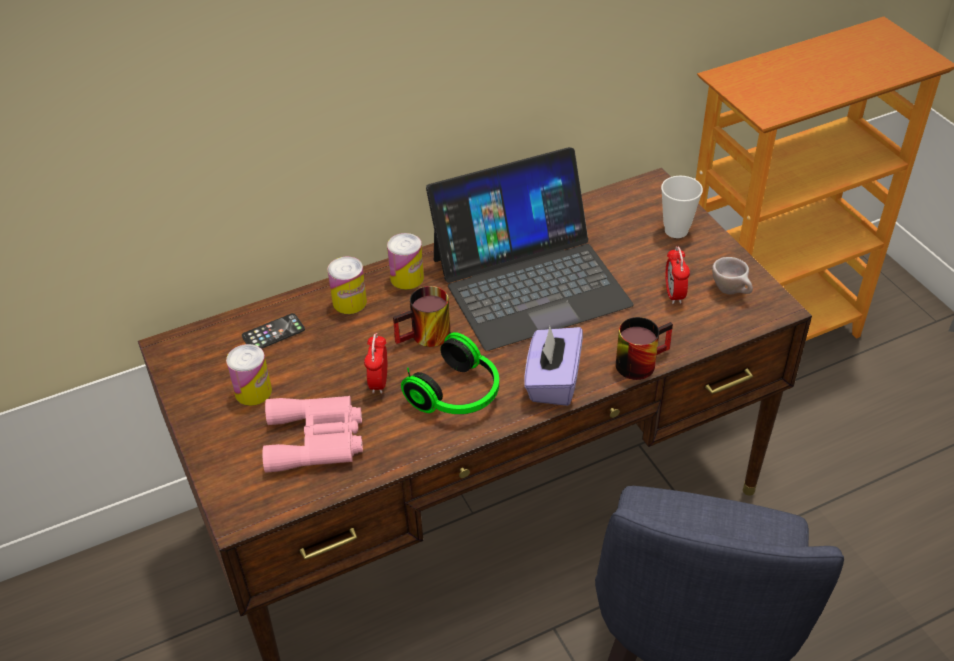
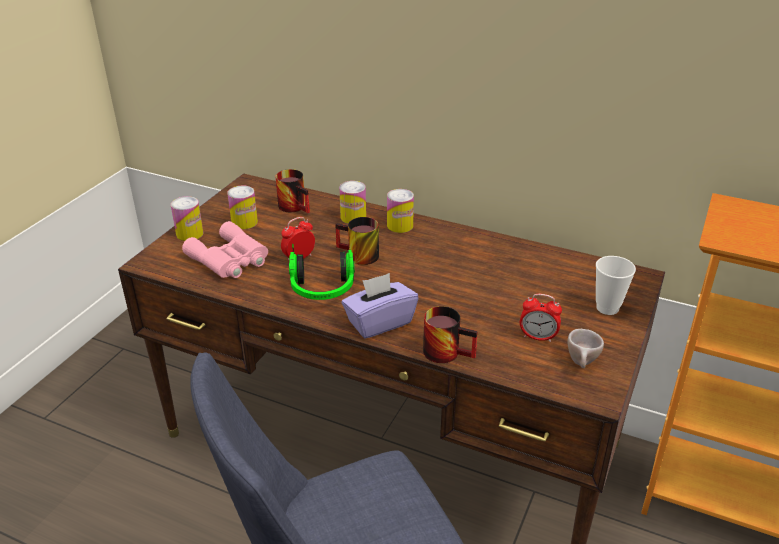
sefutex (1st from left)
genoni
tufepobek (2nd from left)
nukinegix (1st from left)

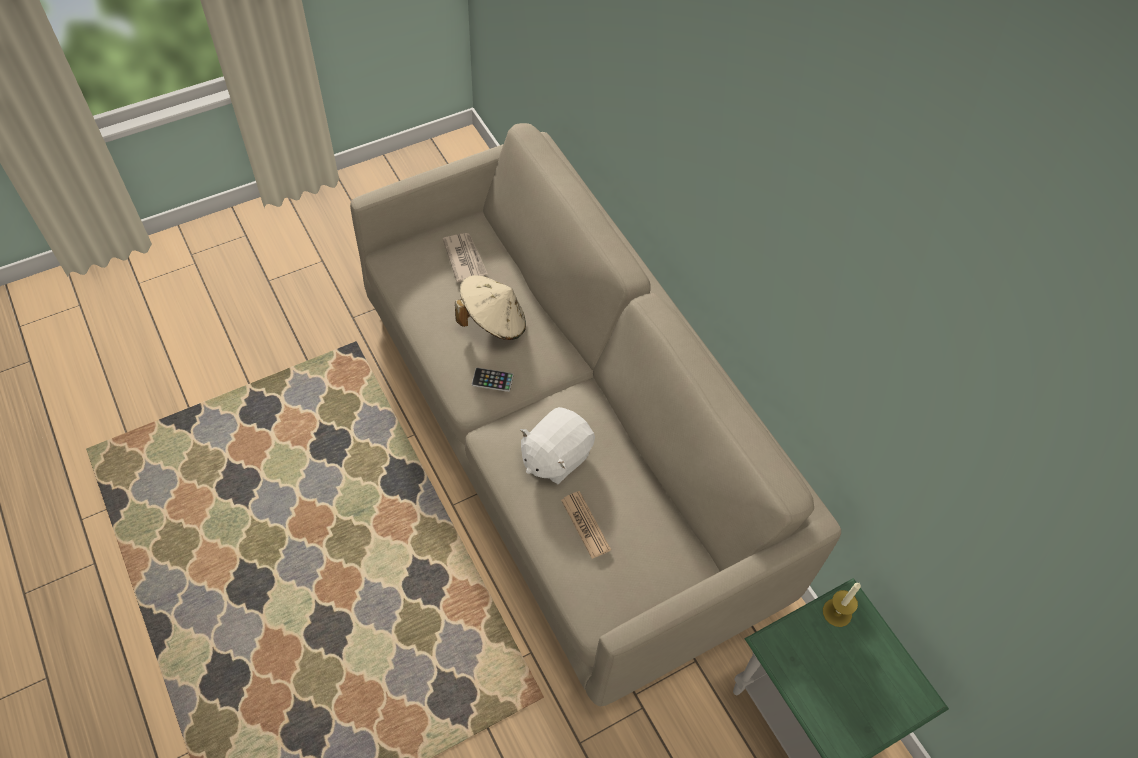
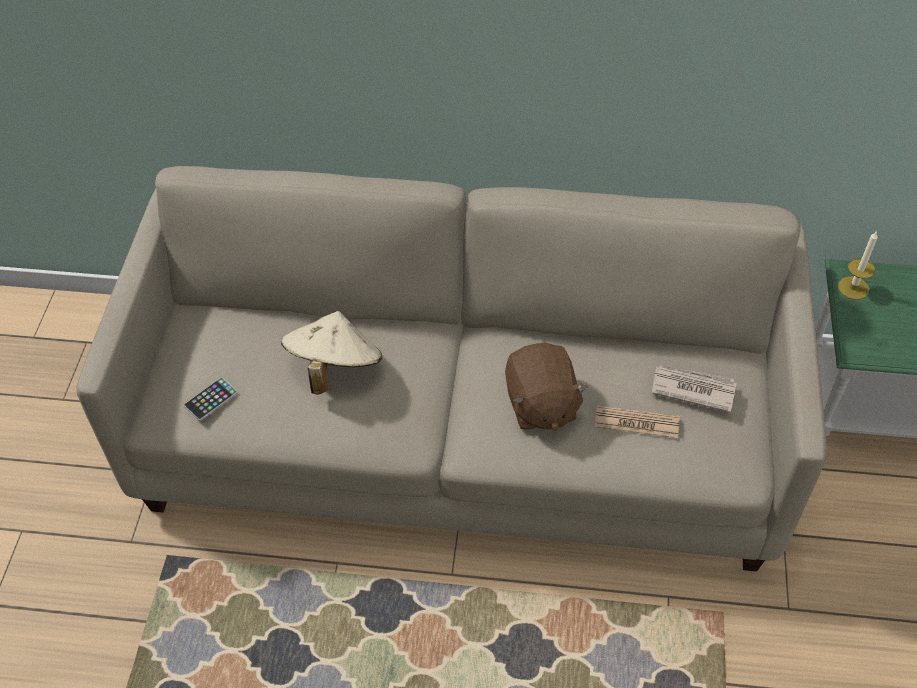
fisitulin (2nd from left)
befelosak
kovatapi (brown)

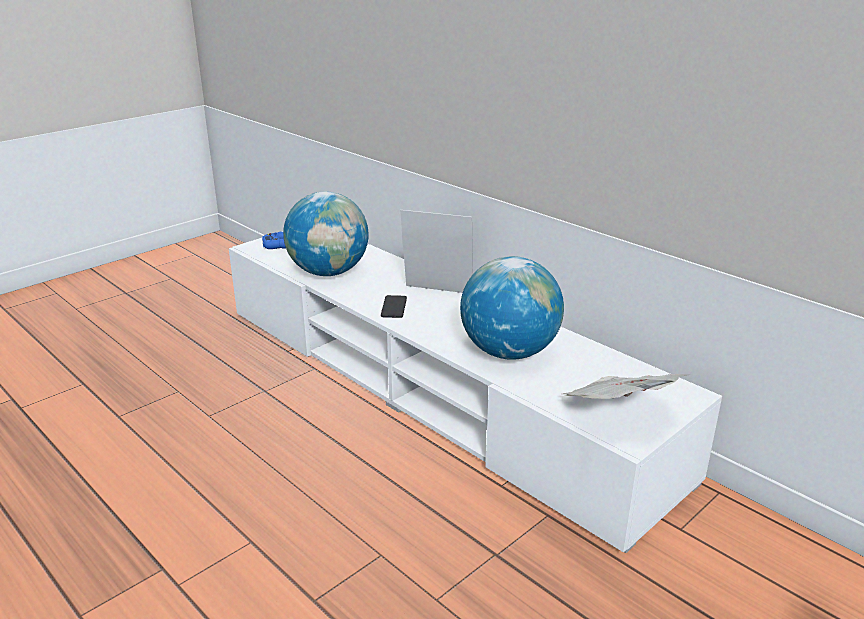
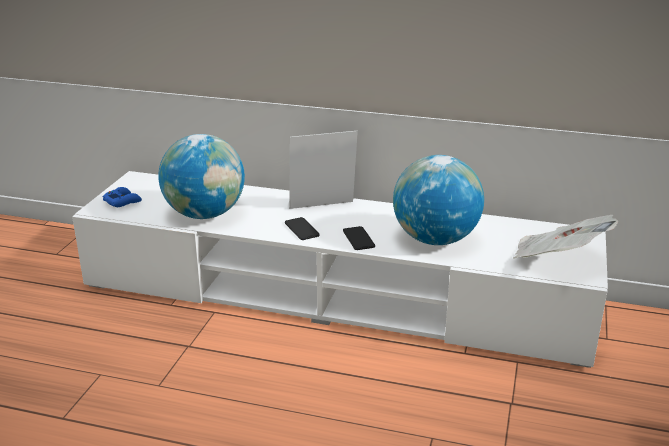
befelosak (2nd from left)

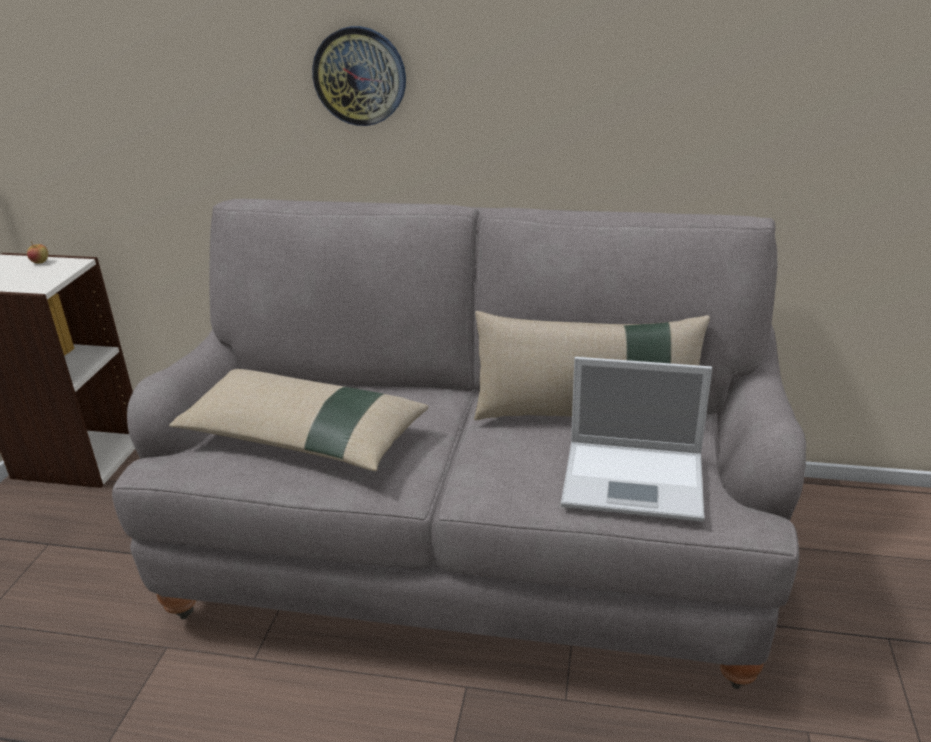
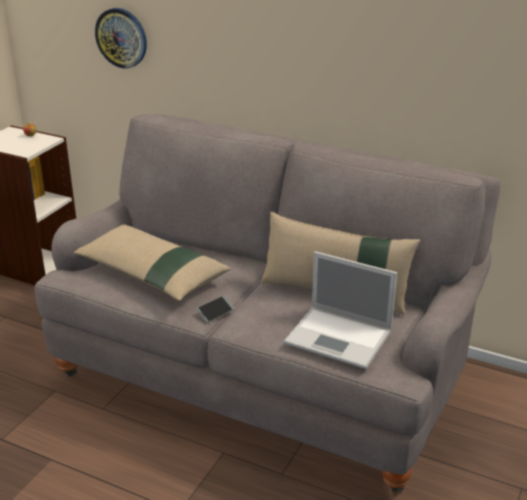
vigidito
befelosak

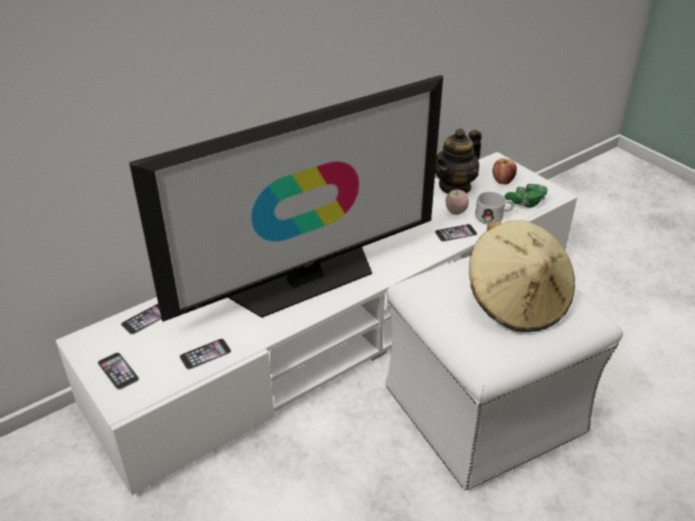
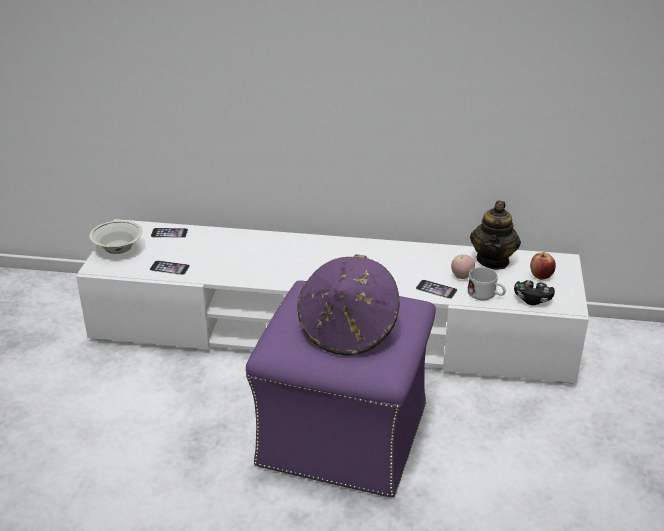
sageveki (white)
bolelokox
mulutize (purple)
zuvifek
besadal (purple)
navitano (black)

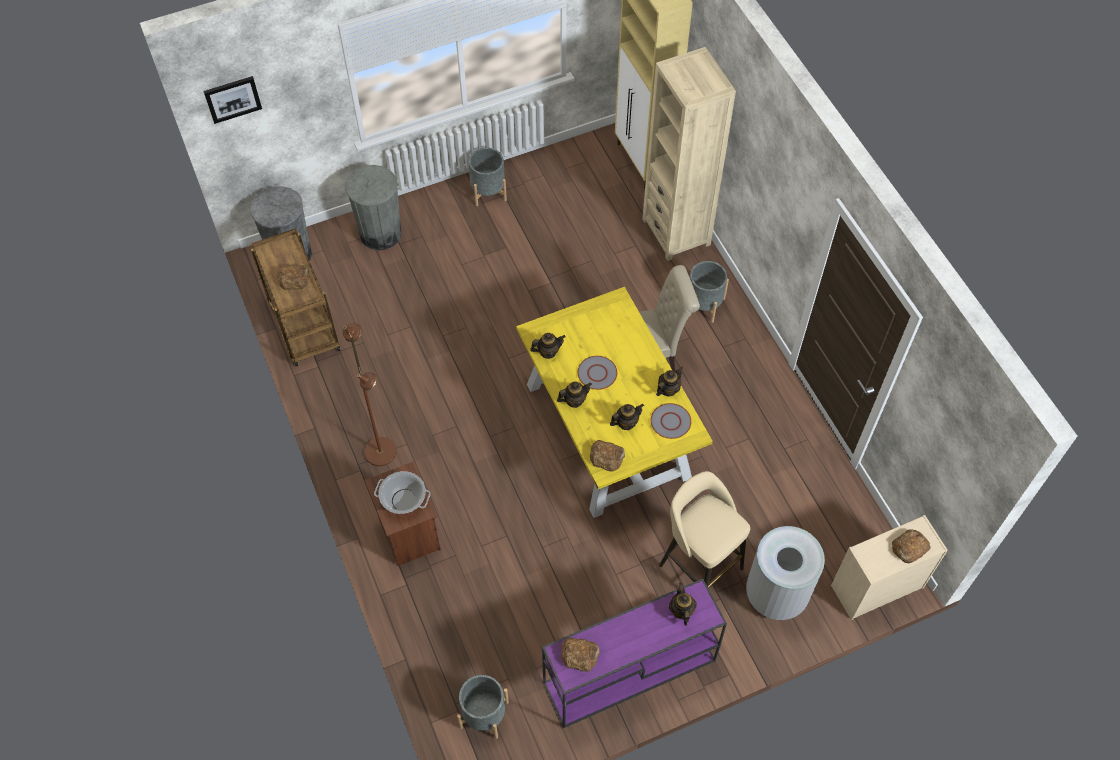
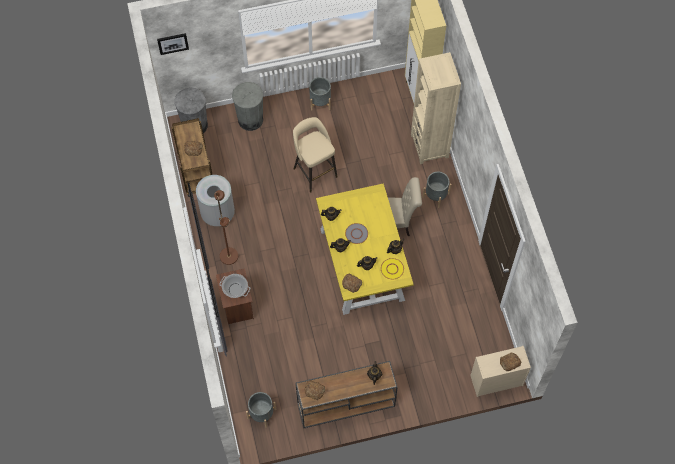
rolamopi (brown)
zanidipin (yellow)
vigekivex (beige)
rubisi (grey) (2nd from left)

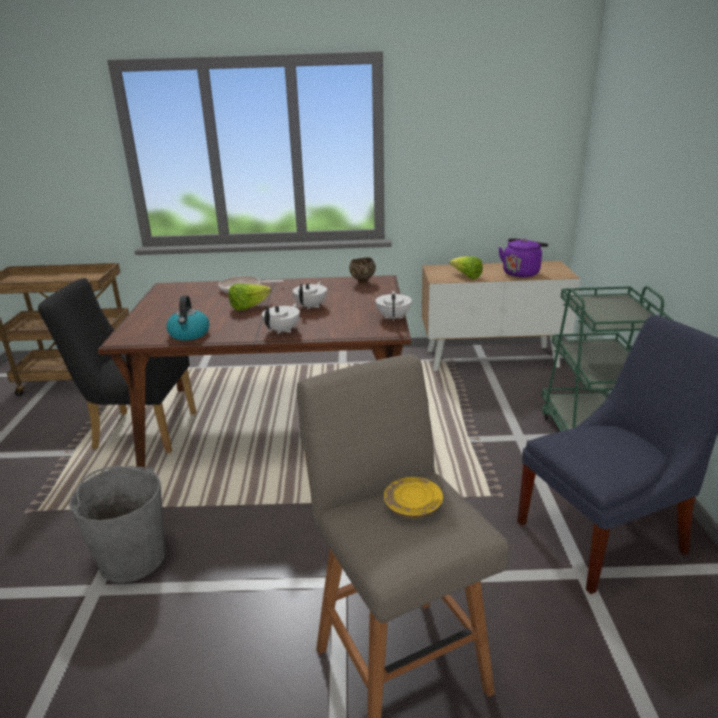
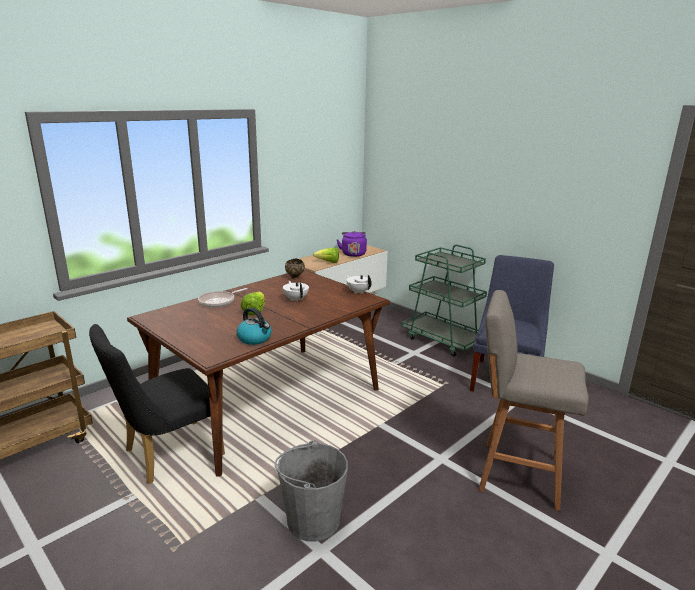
zuvifek (white) (1st from left in the first image)
zanidipin (yellow)

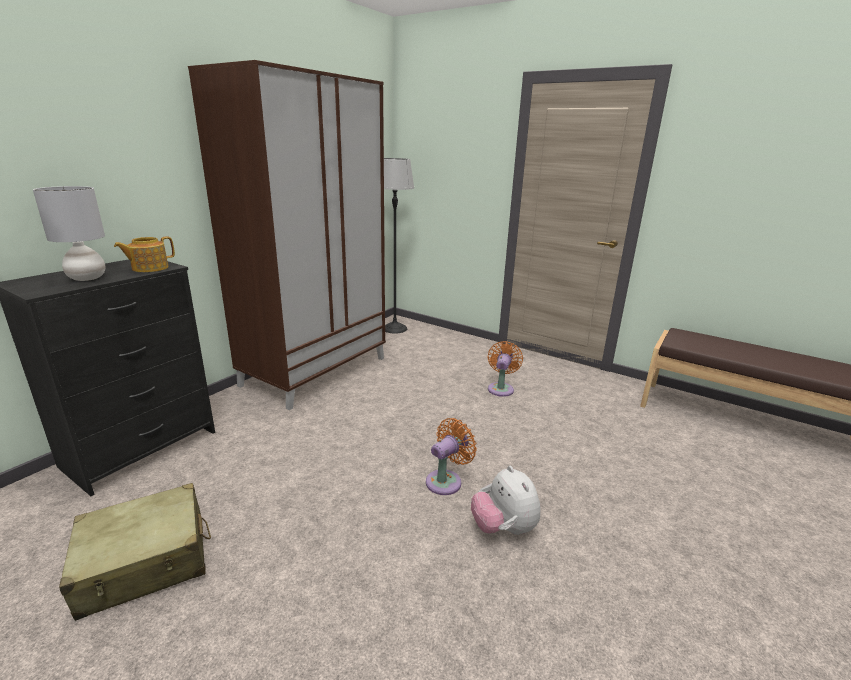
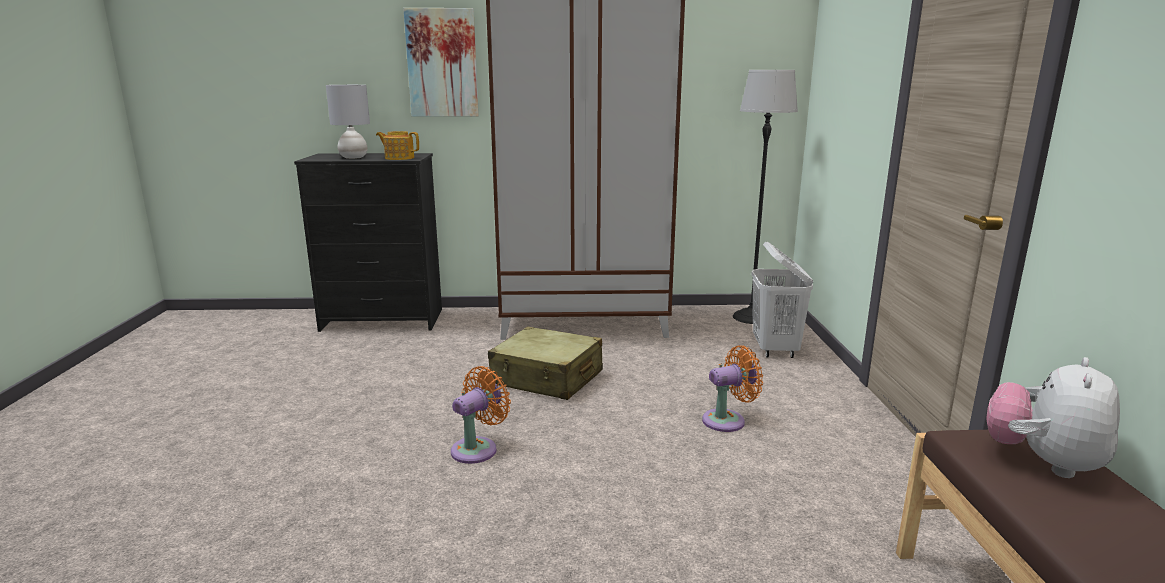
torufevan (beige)
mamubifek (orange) (1st from left)
kovatapi
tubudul
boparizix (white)

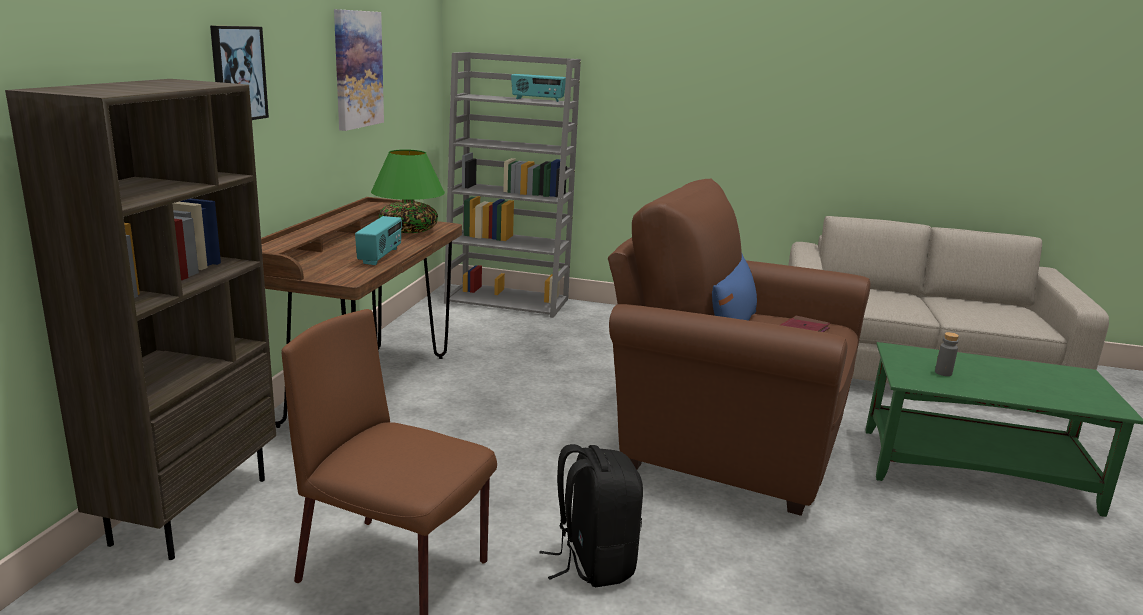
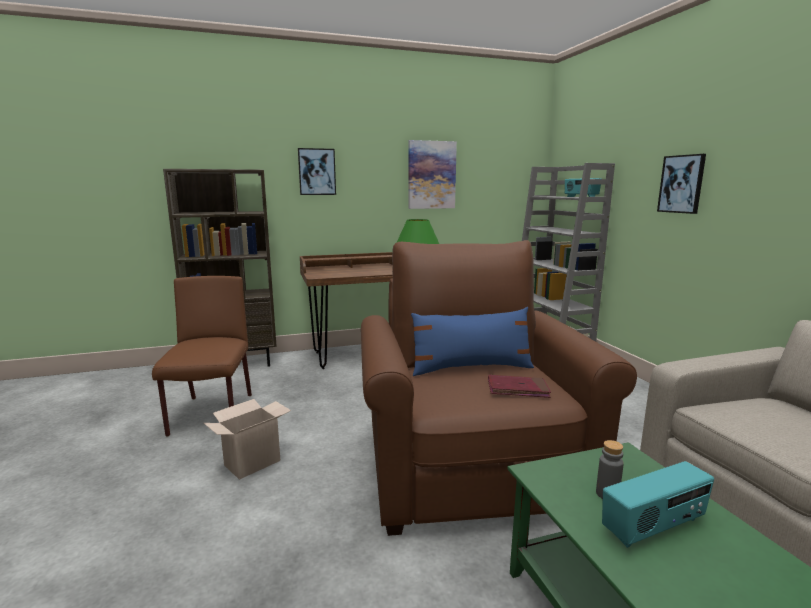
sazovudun (2nd from left)
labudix
tubudul (3rd from left)

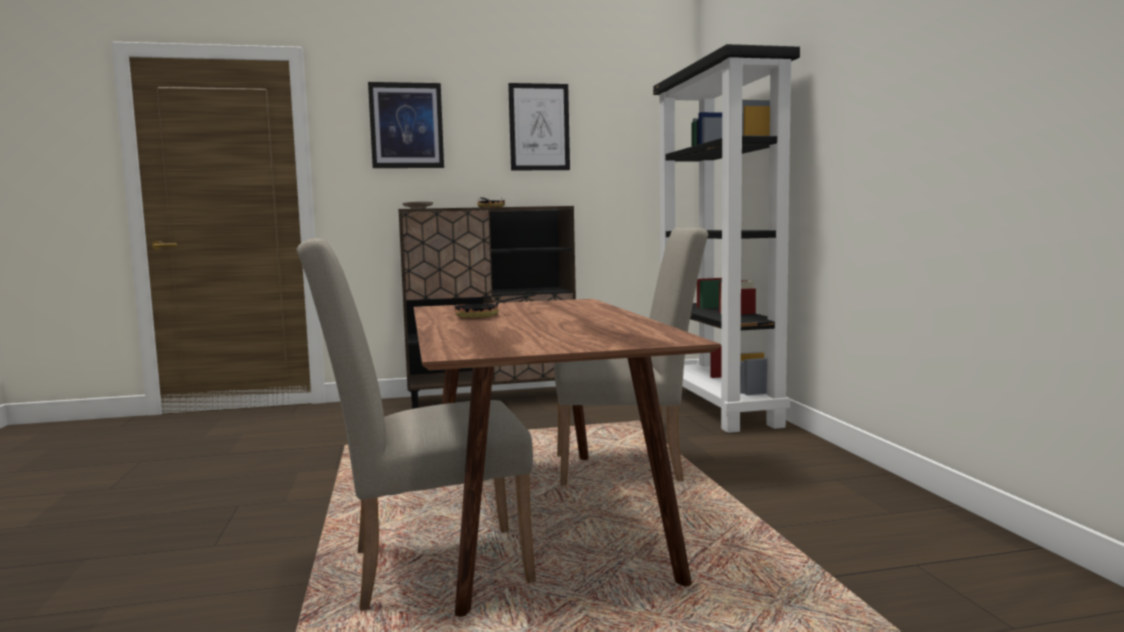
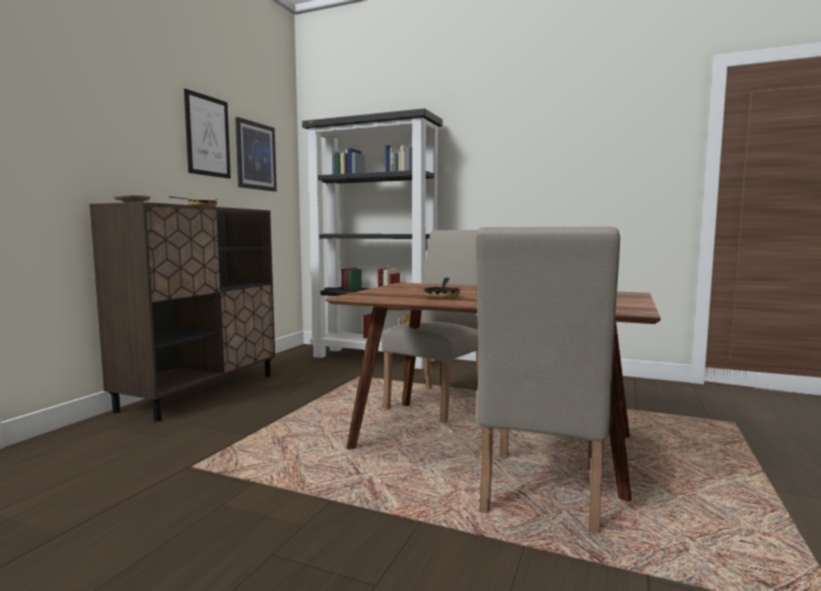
tubudul (2nd from left)

